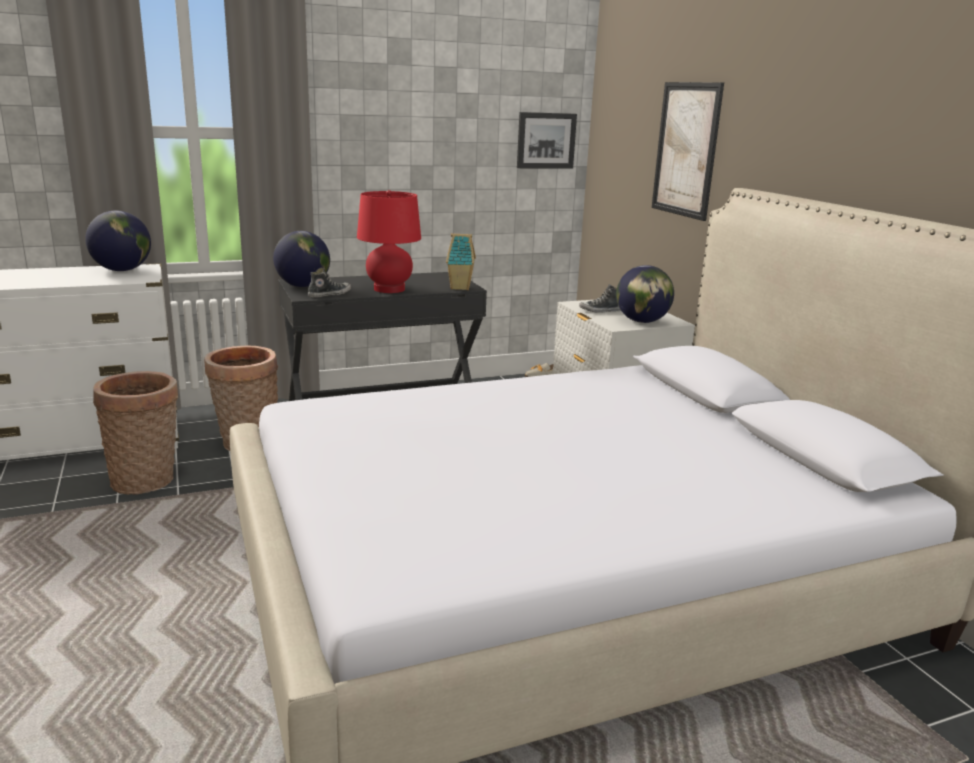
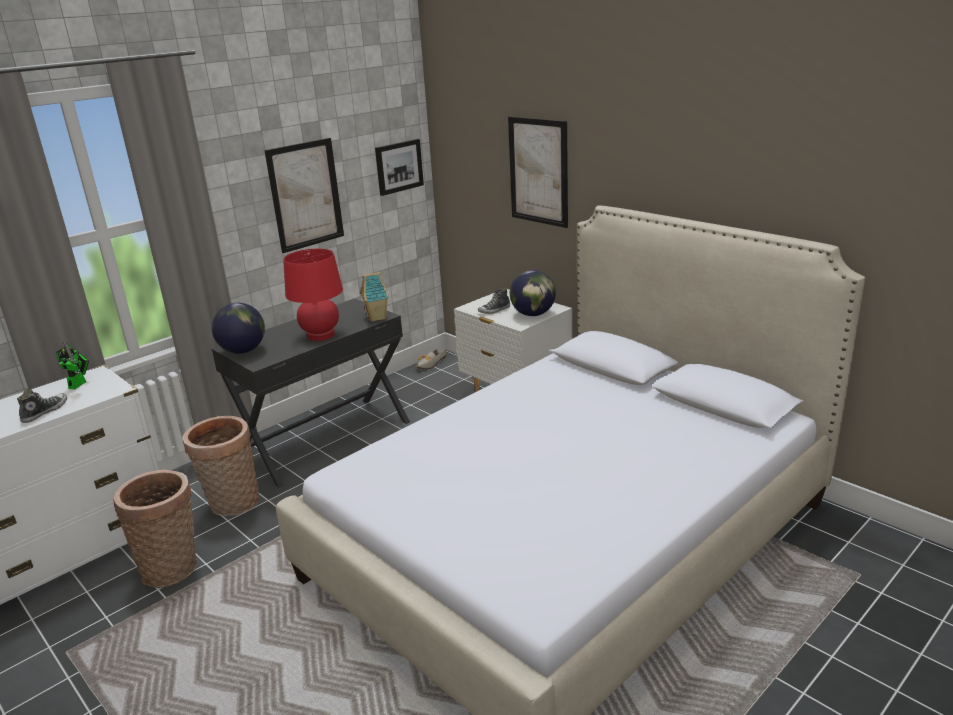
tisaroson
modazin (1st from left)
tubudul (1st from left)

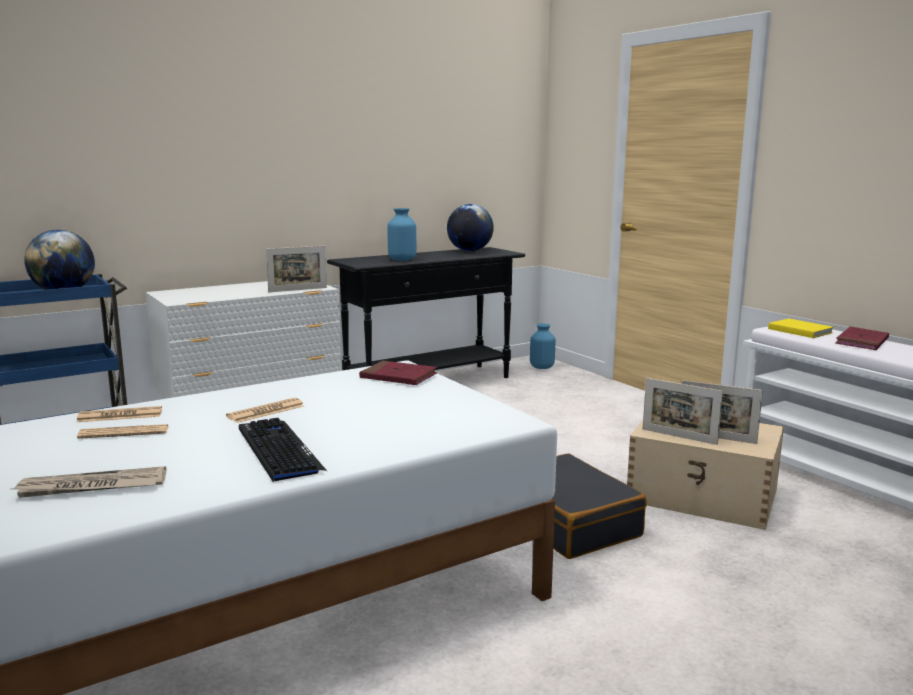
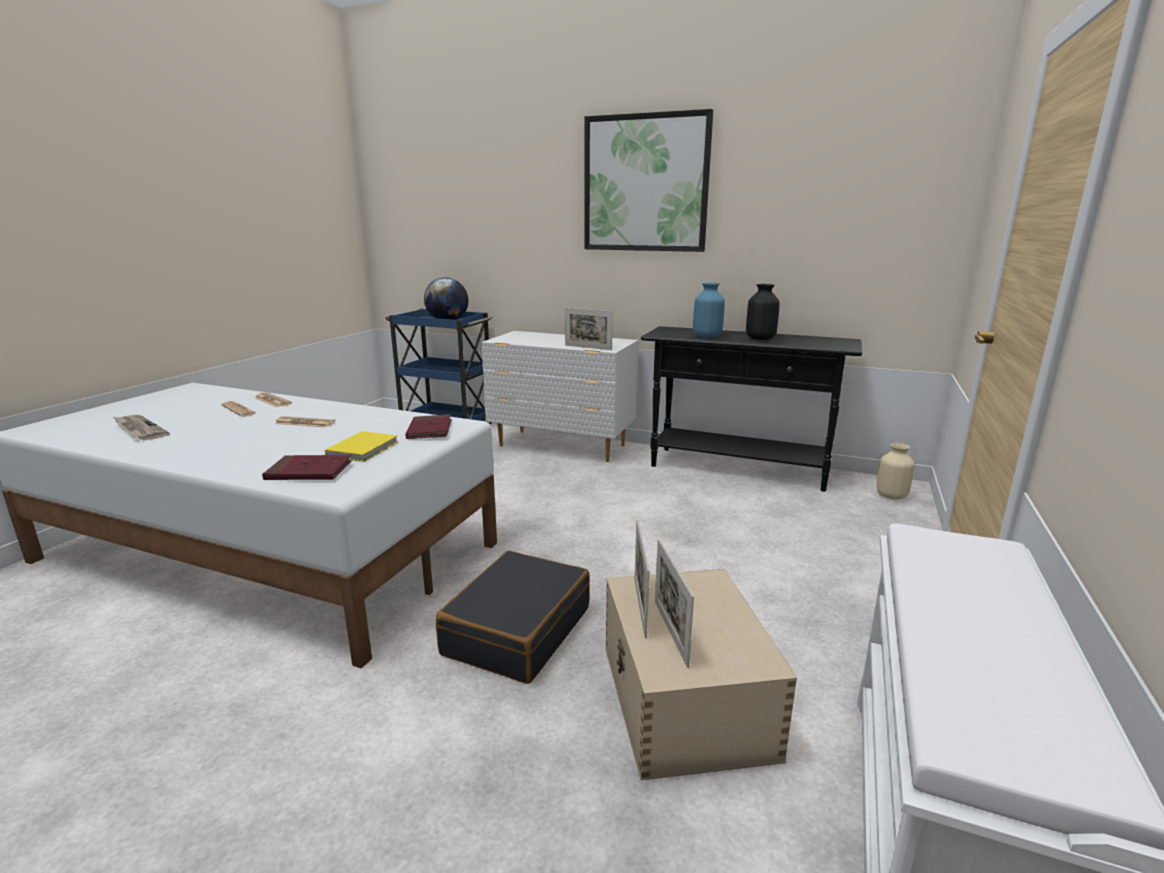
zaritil
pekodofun (2nd from left in the first image)
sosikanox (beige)
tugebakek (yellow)
tugebakek (red) (1st from left)
tubudul
sosikanox (black)

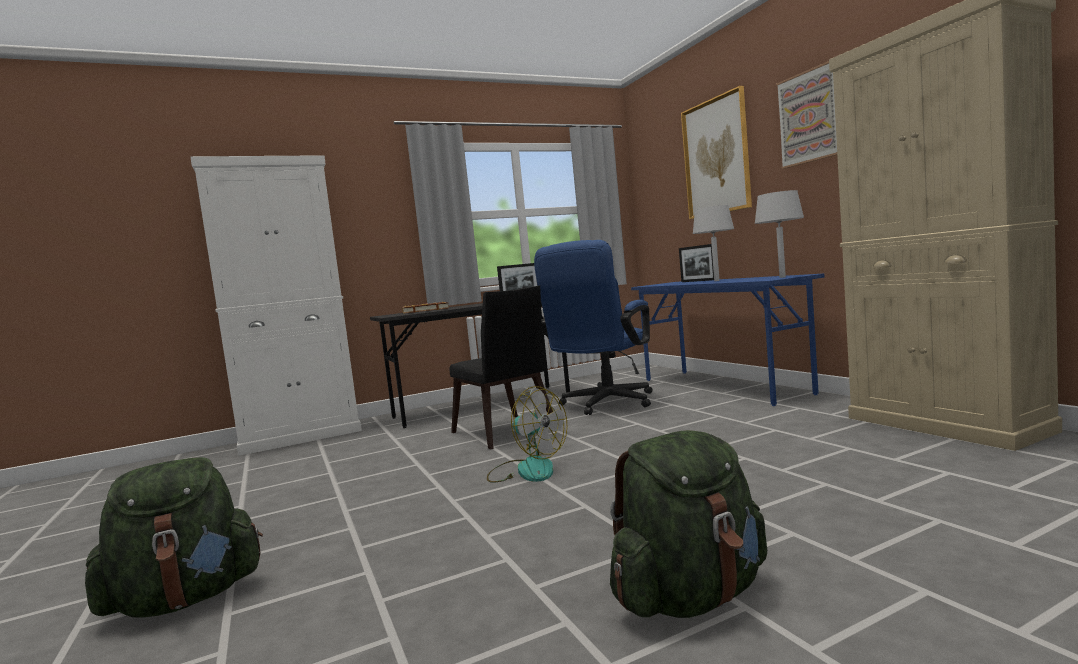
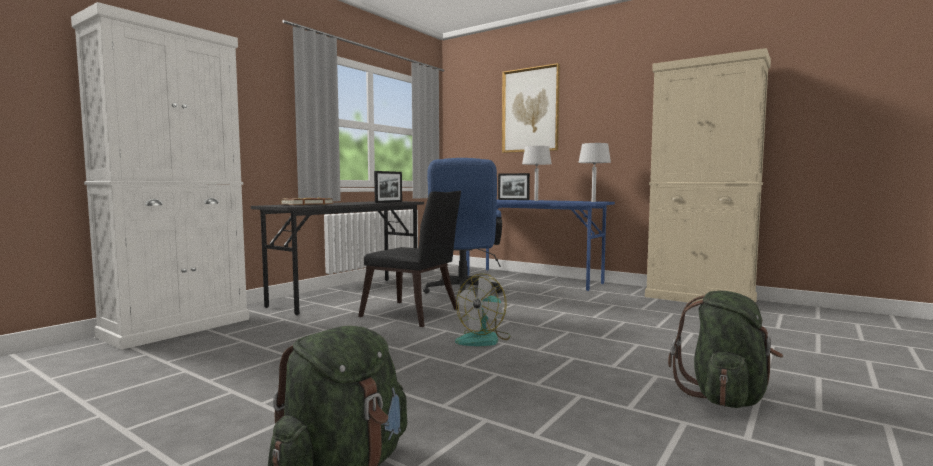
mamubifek
tubudul (2nd from left in the first image)

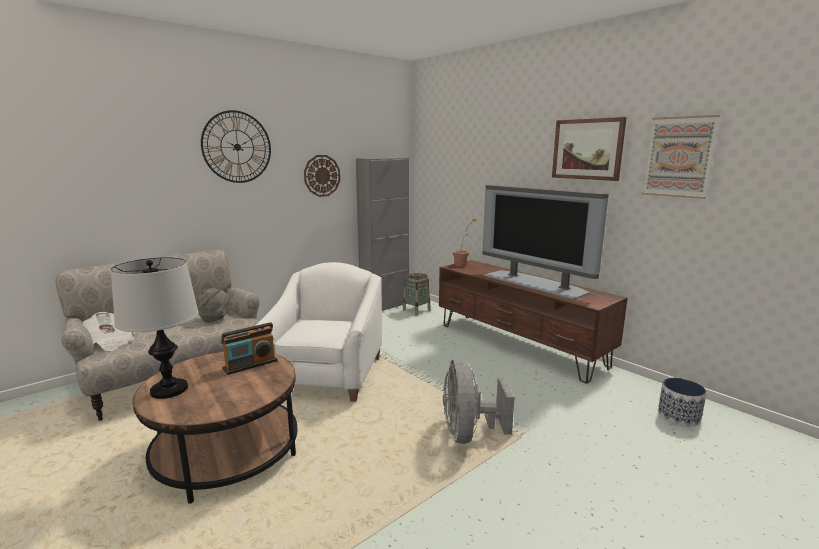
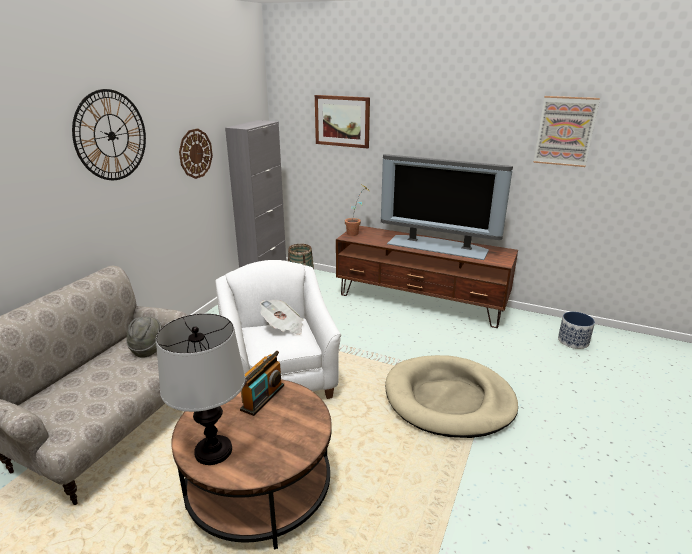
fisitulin
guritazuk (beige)
tubudul (1st from left)

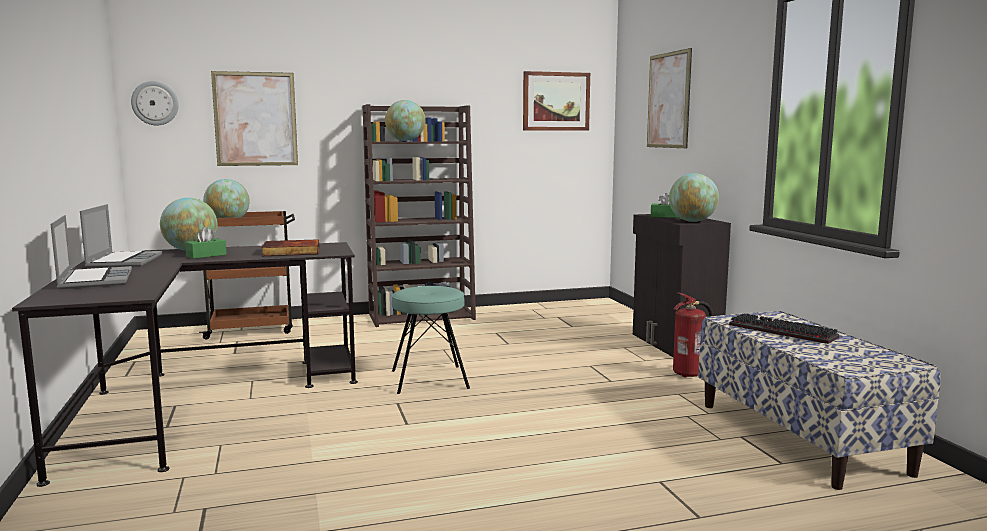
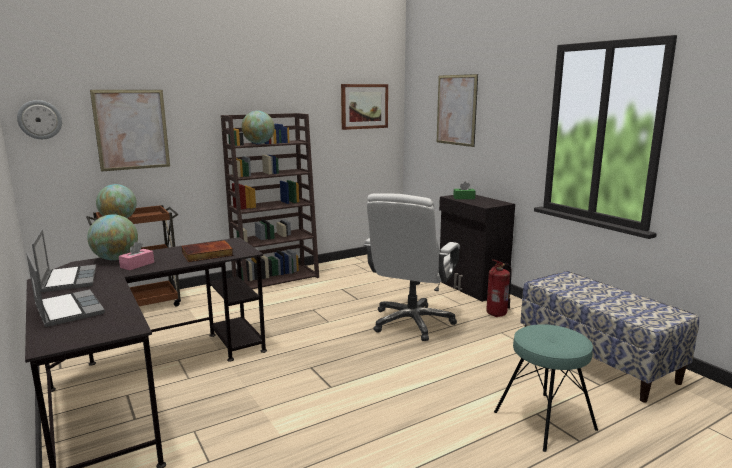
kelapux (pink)
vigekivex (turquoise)
pekodofun (4th from left in the first image)
zaritil
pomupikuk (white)

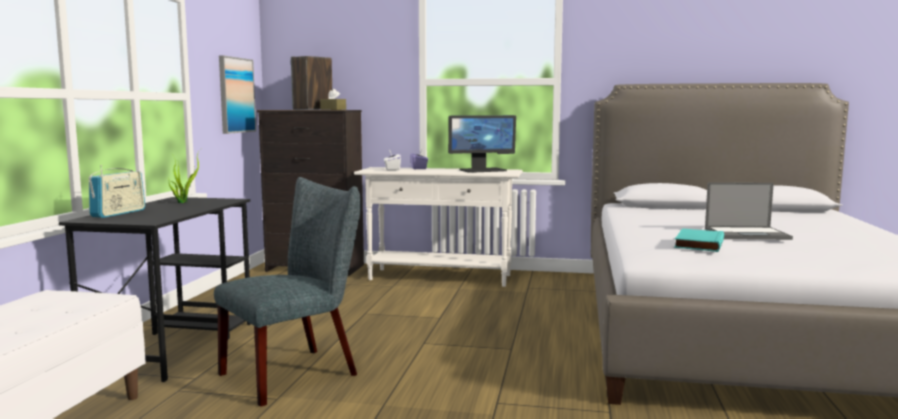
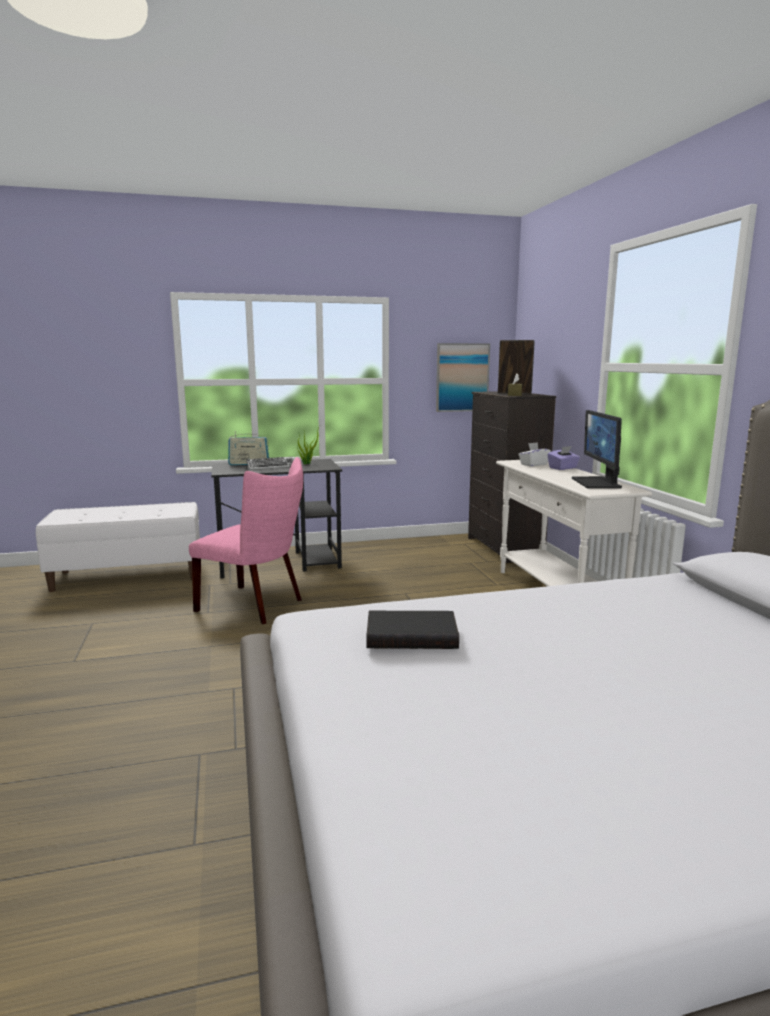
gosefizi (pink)
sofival
tugebakek (black)
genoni
zaritil

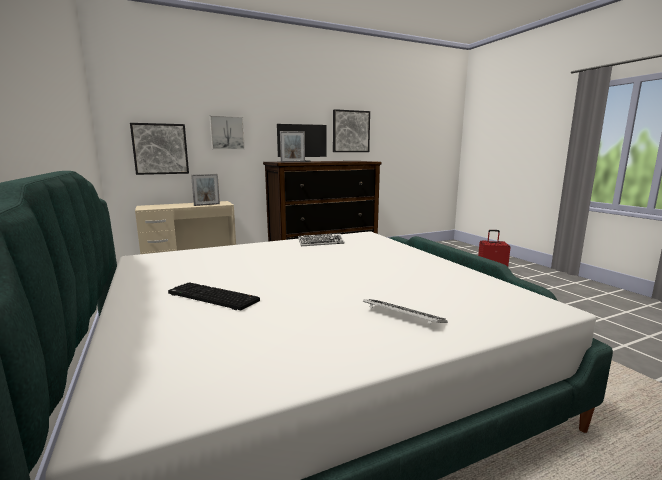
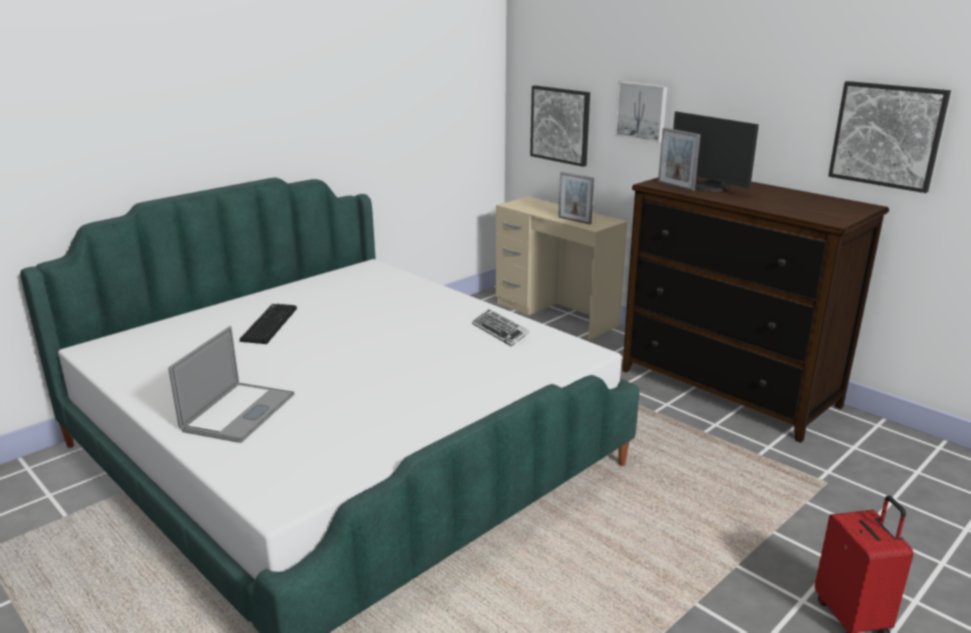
genoni

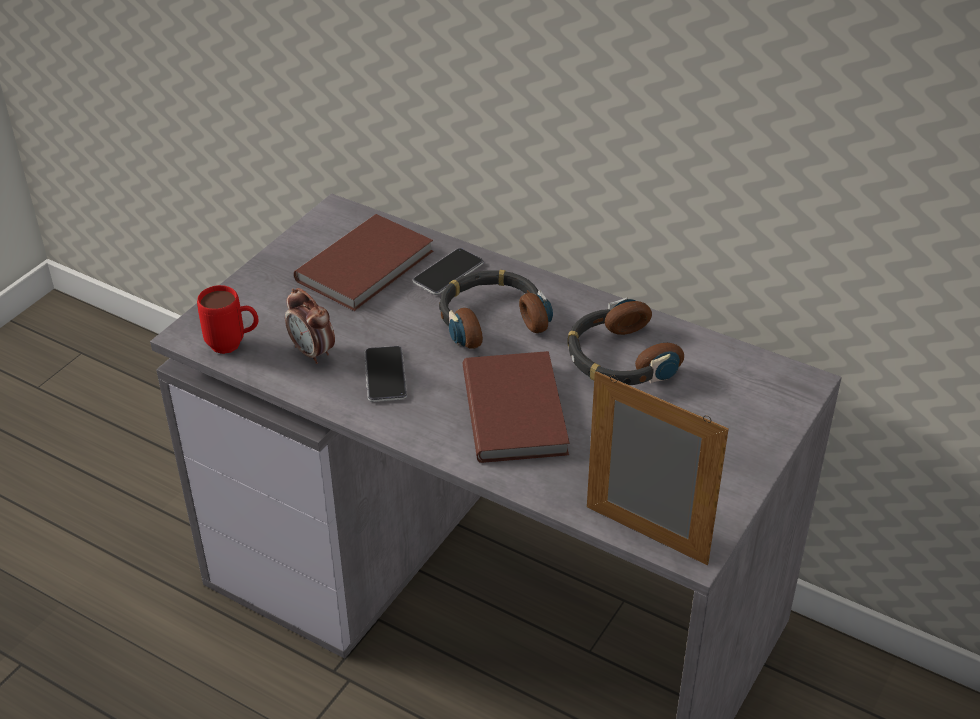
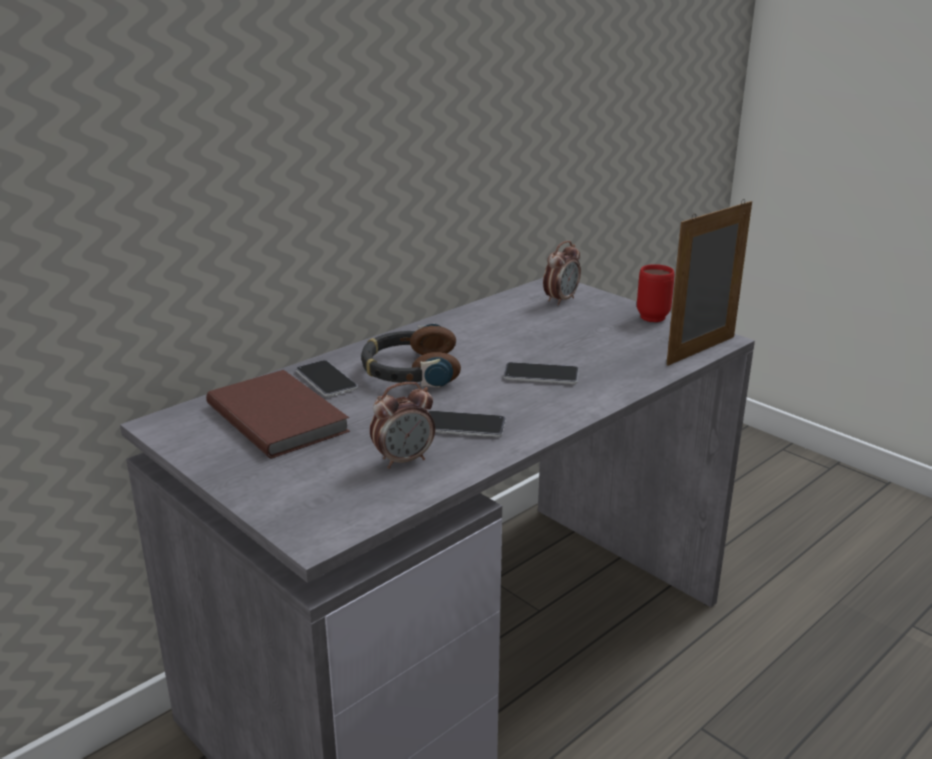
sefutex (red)
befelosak (3rd from left)
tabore (2nd from left in the first image)
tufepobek (2nd from left)

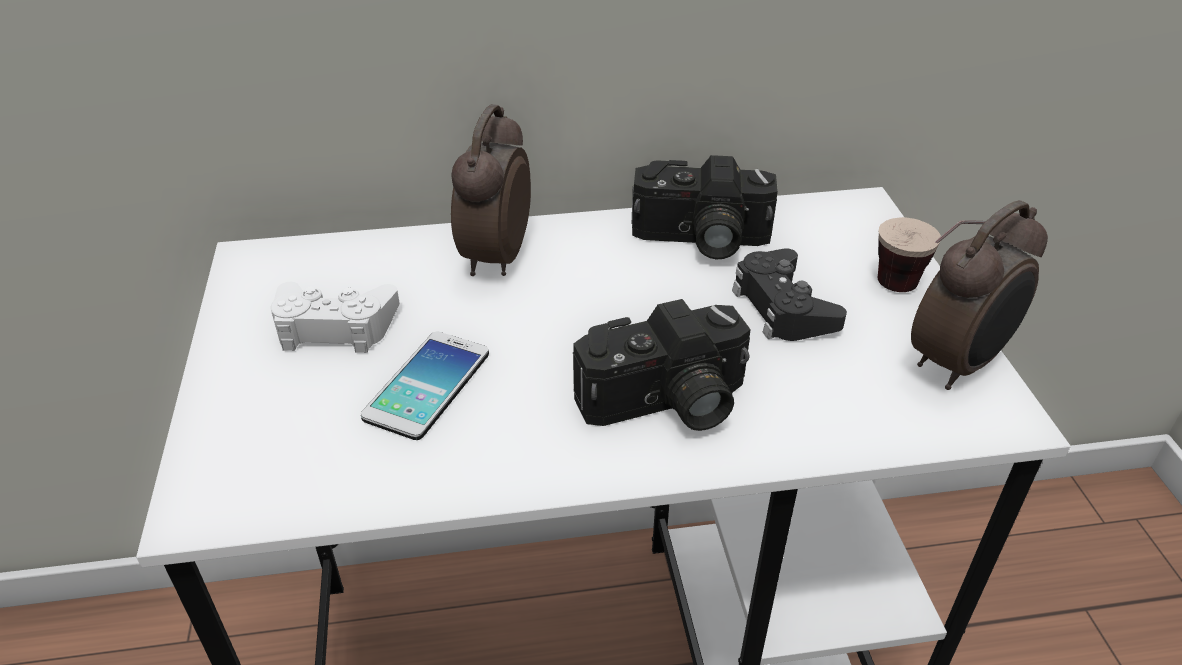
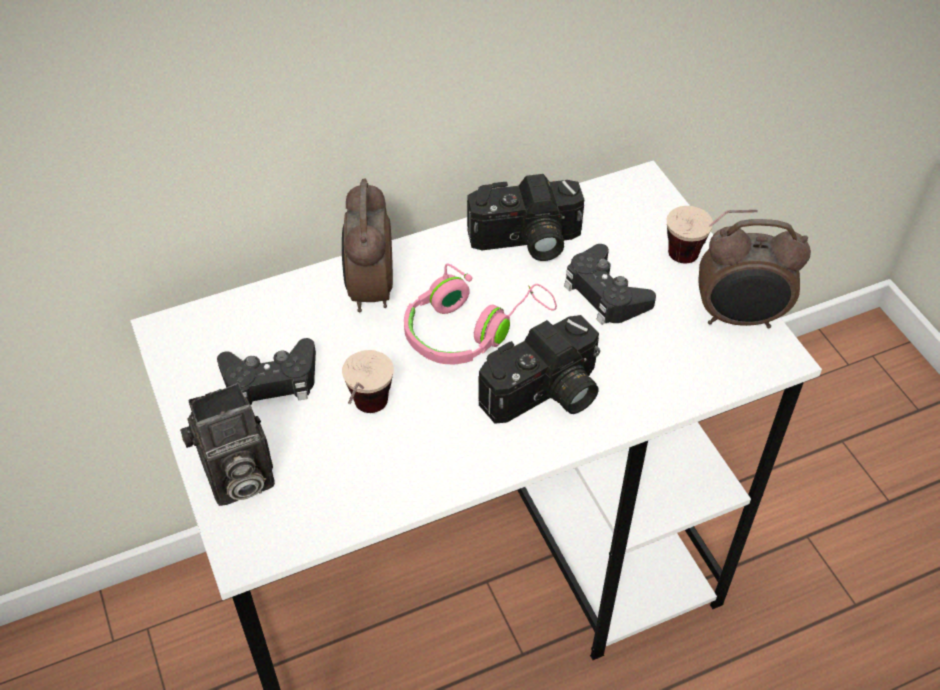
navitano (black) (1st from left)
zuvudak (1st from left)
tufepobek (2nd from left)
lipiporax (1st from left)
tabore (pink)

